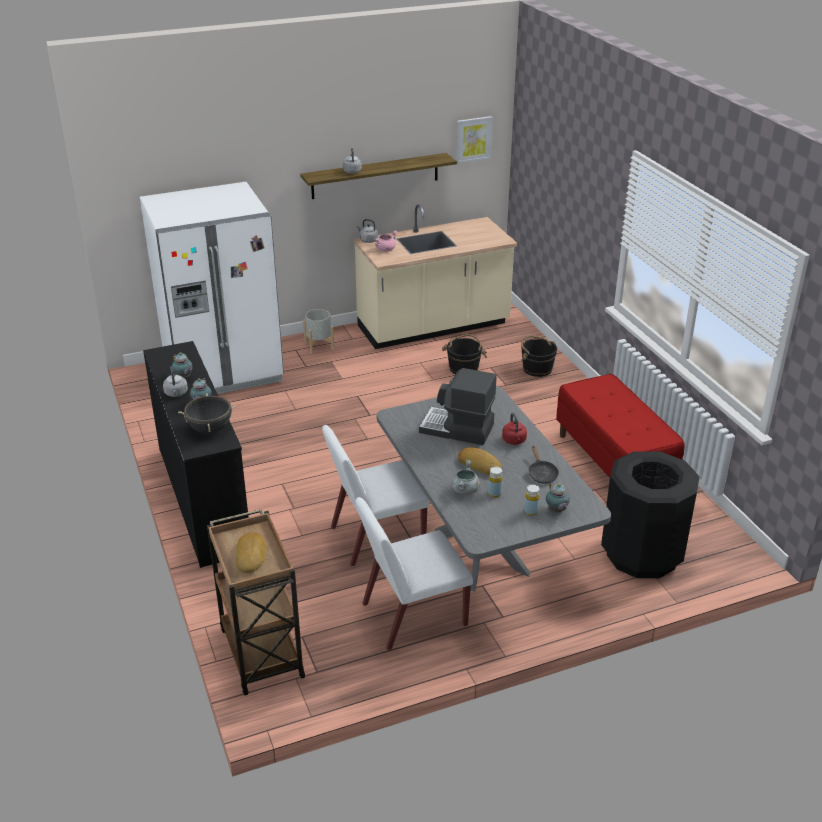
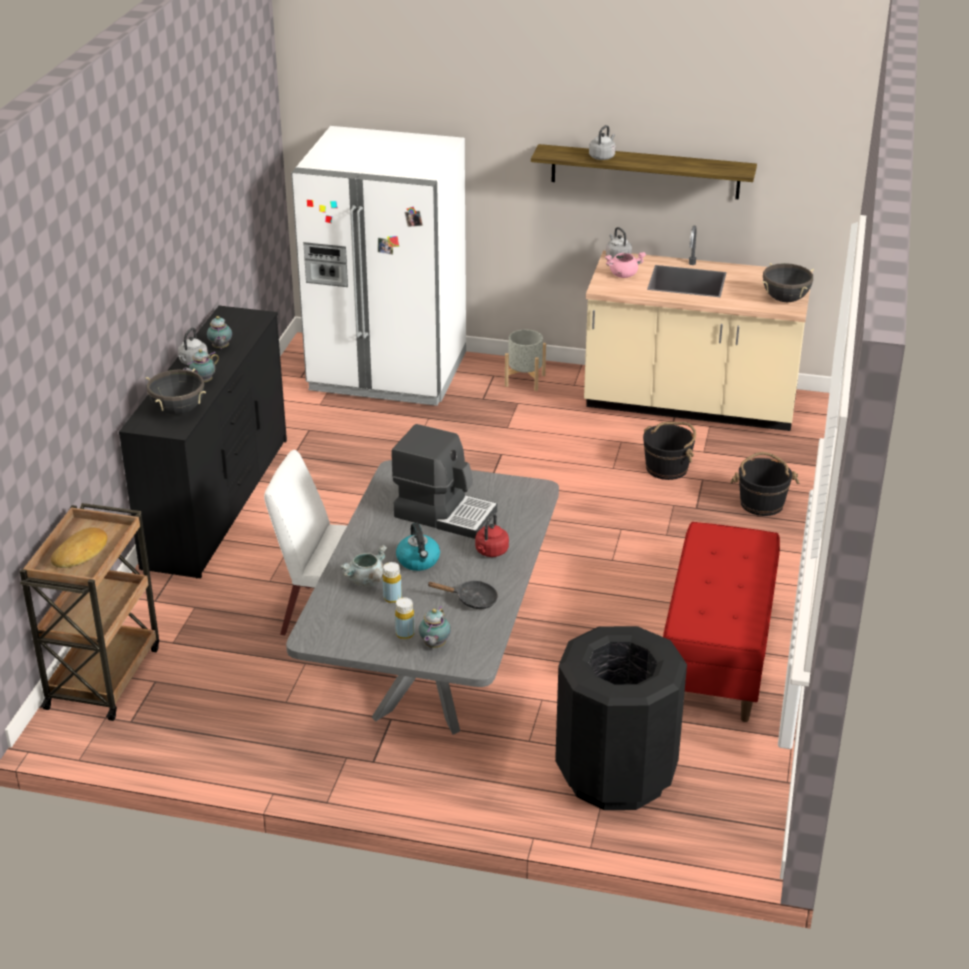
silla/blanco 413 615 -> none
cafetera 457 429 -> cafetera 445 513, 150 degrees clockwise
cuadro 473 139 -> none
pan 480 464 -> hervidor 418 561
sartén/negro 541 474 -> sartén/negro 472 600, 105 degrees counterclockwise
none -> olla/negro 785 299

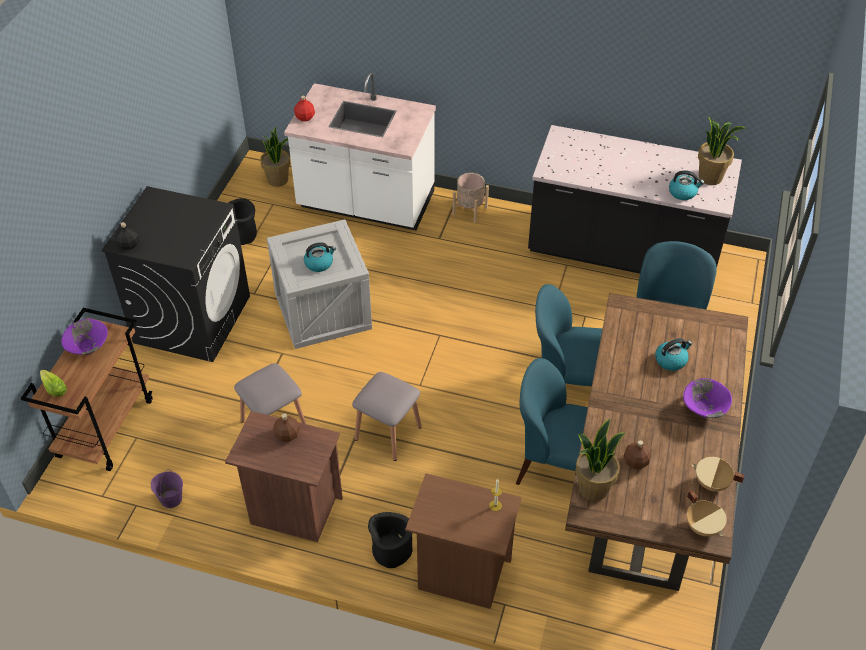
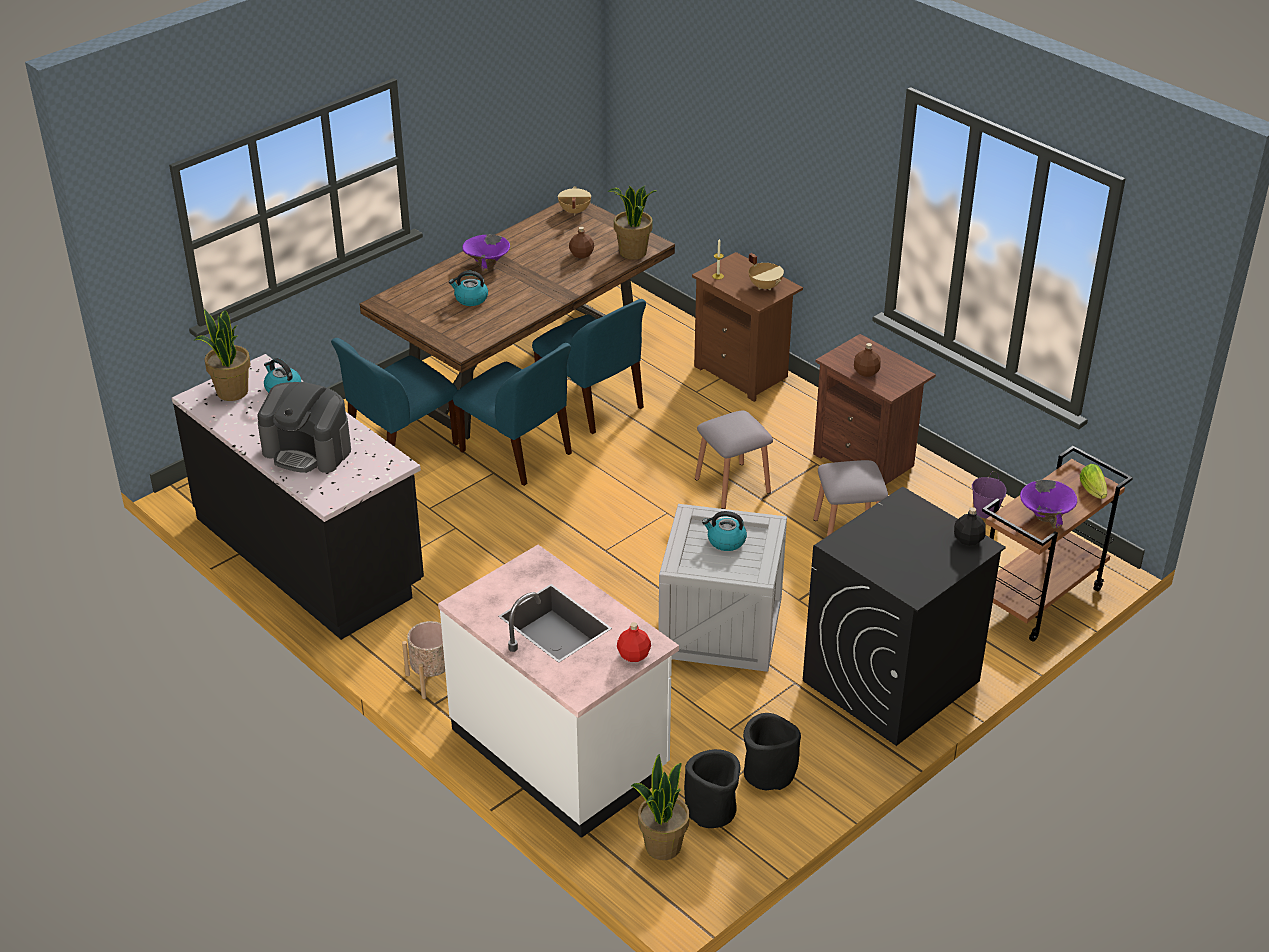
maceta/negro 391 551 -> maceta/negro 712 810, relocated
olla/beis 711 484 -> olla/beis 765 286, relocated
none -> cafetera 308 450

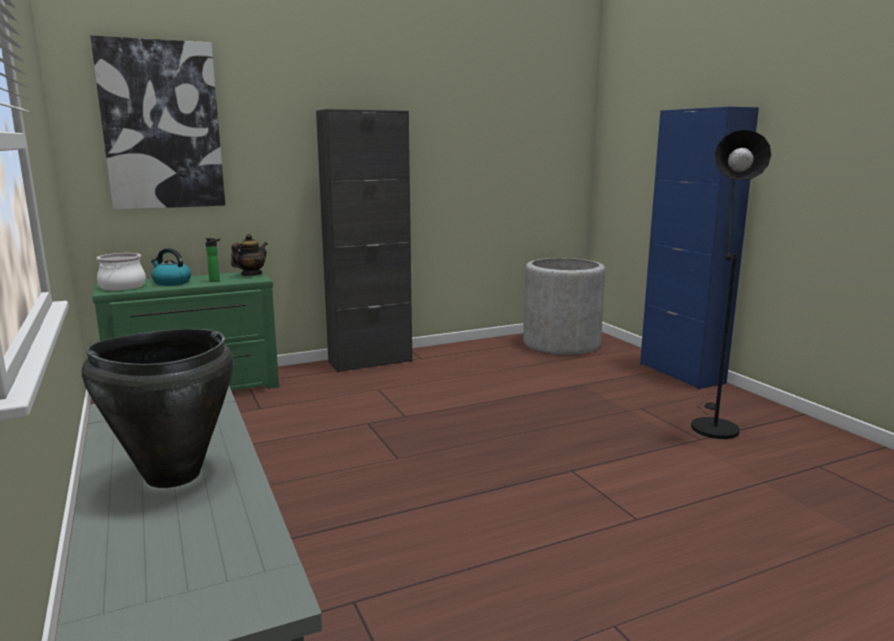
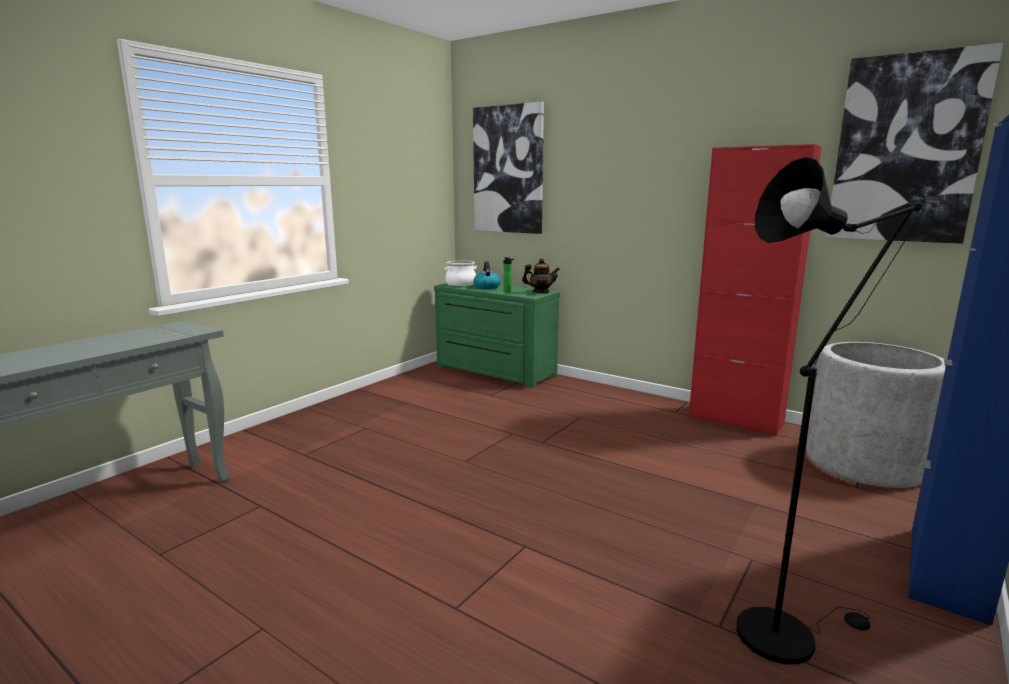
olla/negro 172 475 -> none
armario/negro 370 362 -> none
none -> armario/rojo 735 420
none -> cuadro 906 149

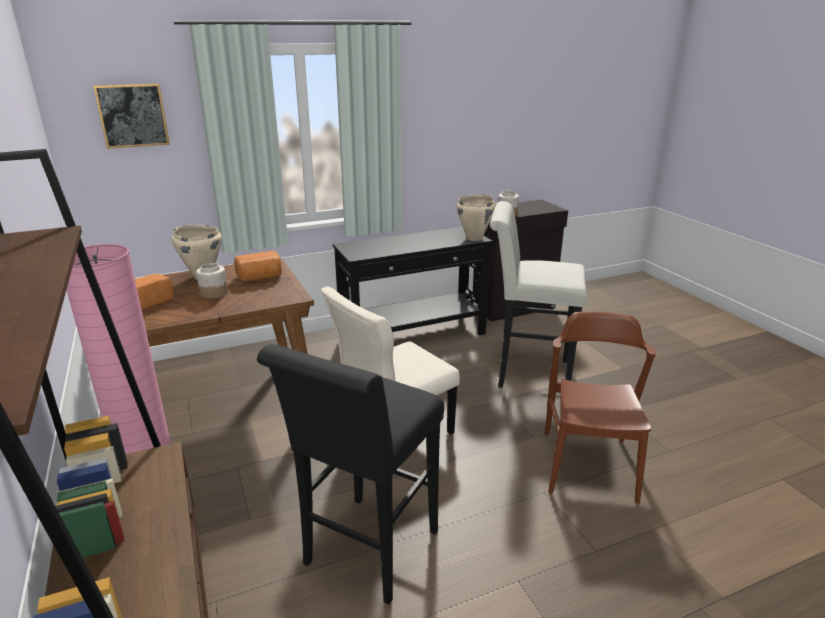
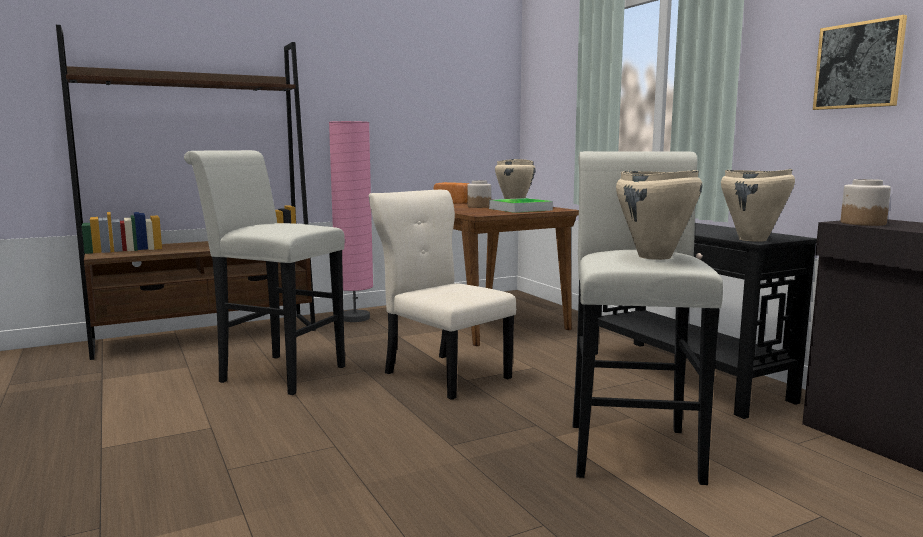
cuadro 133 115 -> cuadro 858 65, relocated
pan 260 277 -> bandeja 520 209
taburete/negro 366 554 -> taburete/blanco 276 373
silla/marrón 588 465 -> none
none -> olla/beis 655 257

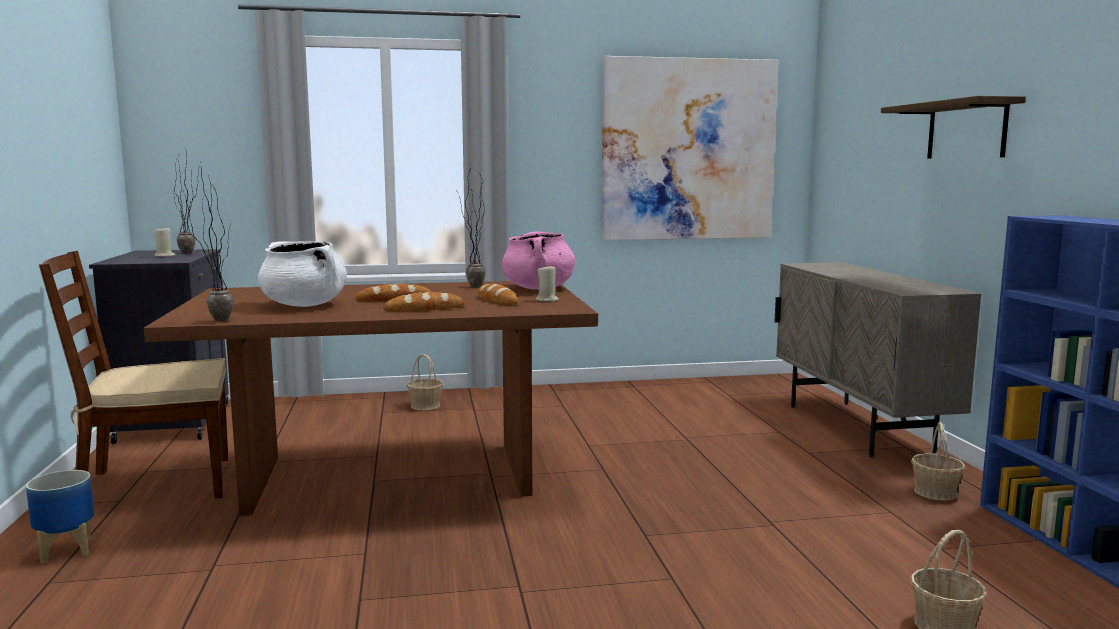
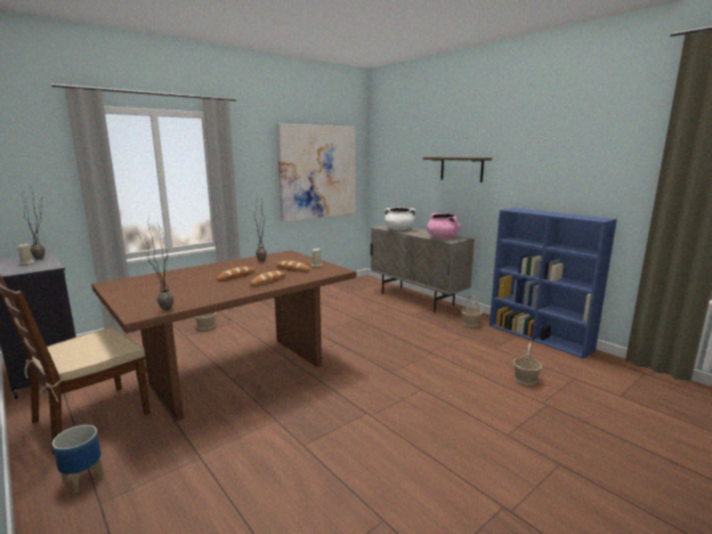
olla/blanco 305 305 -> olla/blanco 399 229, relocated
olla/rosa 538 288 -> olla/rosa 443 238, relocated

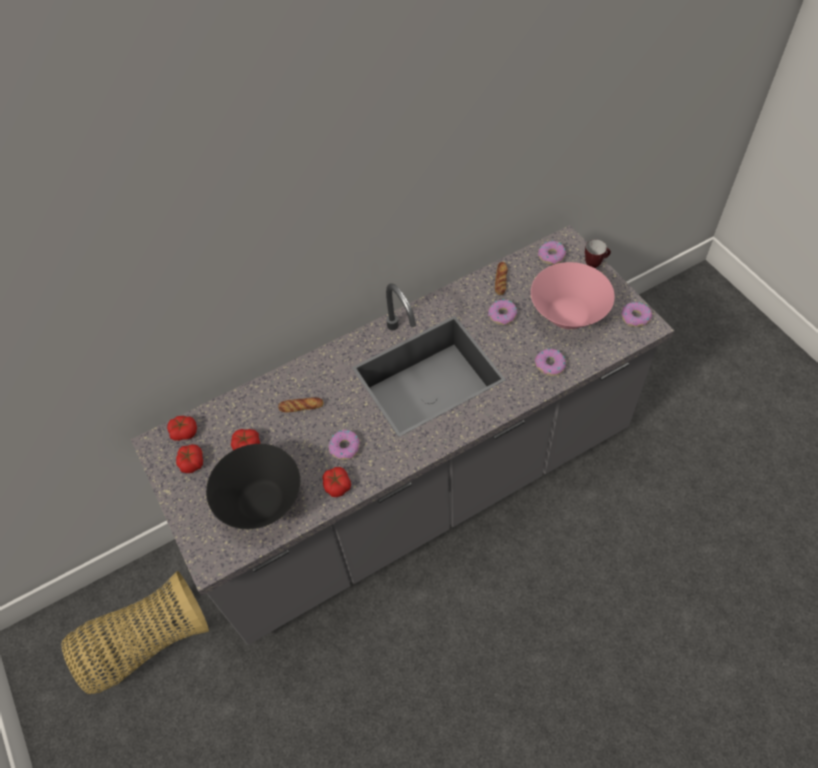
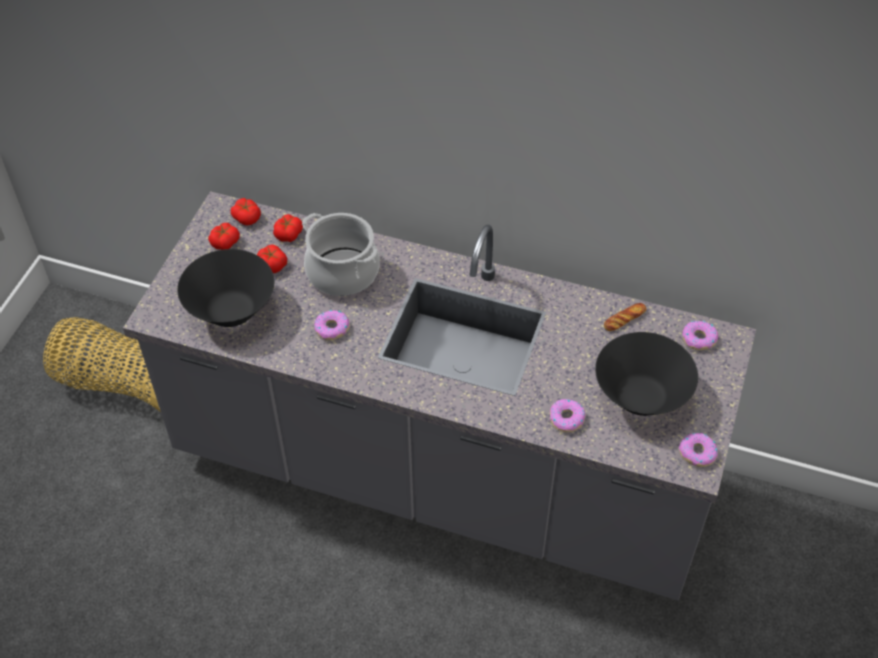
pan 301 406 -> olla 342 272
tomate 337 485 -> tomate 288 234, relocated
rosquilla 502 315 -> none
cuenco/rosa 568 314 -> cuenco/negro 641 396
taza grande 595 263 -> none

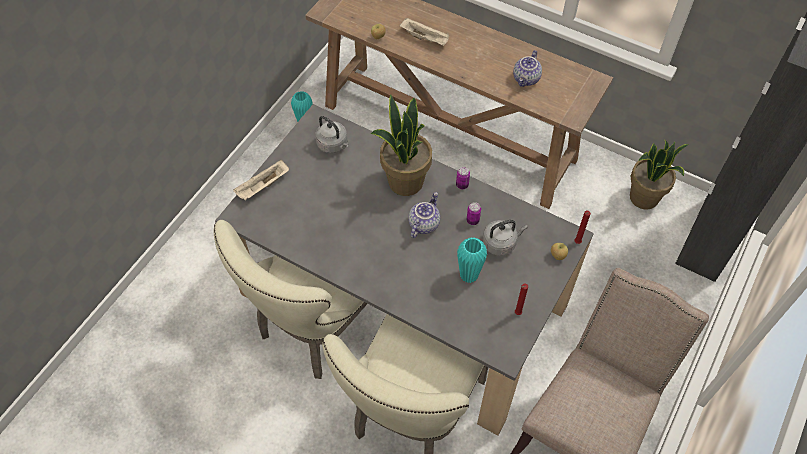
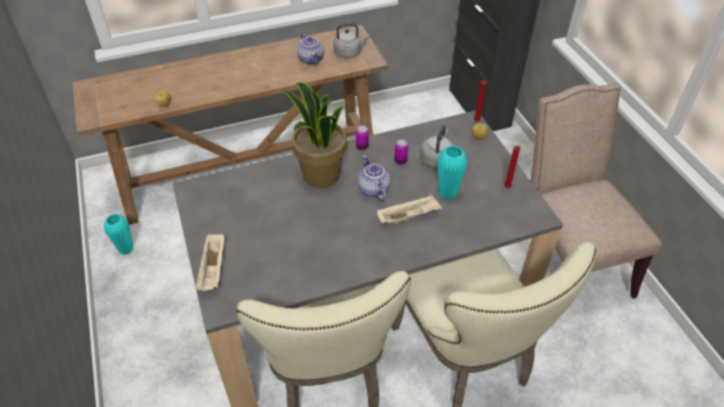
hervidor/gris 333 145 -> hervidor/gris 349 52, relocated
bandeja/beis 425 38 -> bandeja/beis 409 216, relocated
planta en maceta 644 198 -> none

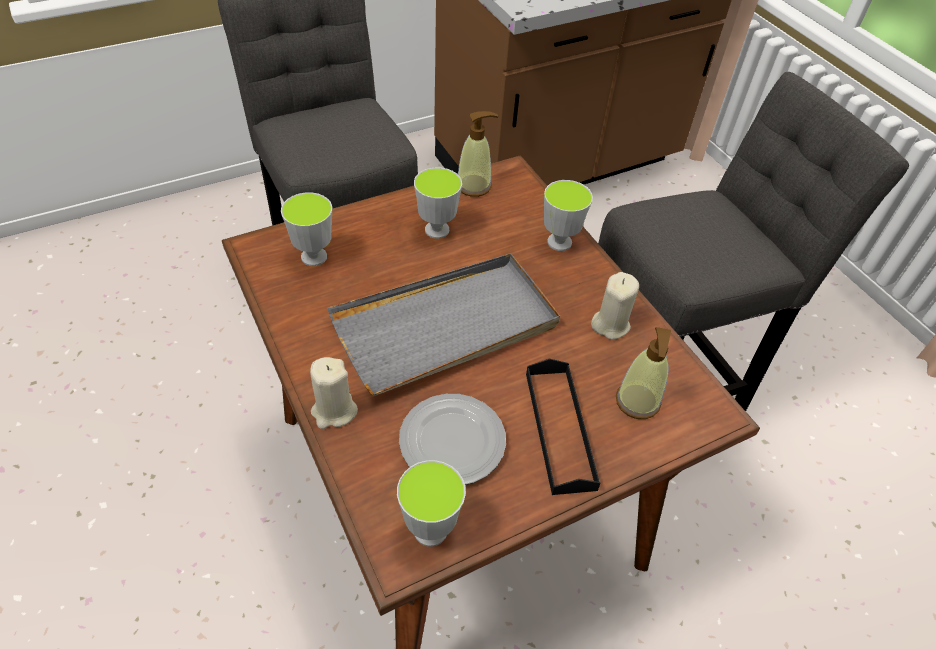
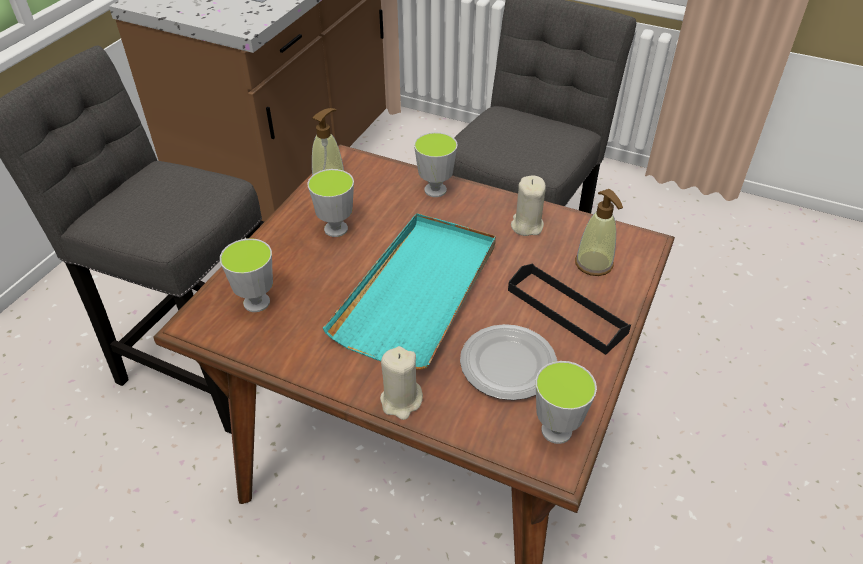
bandeja/gris 446 326 -> bandeja/turquesa 419 292

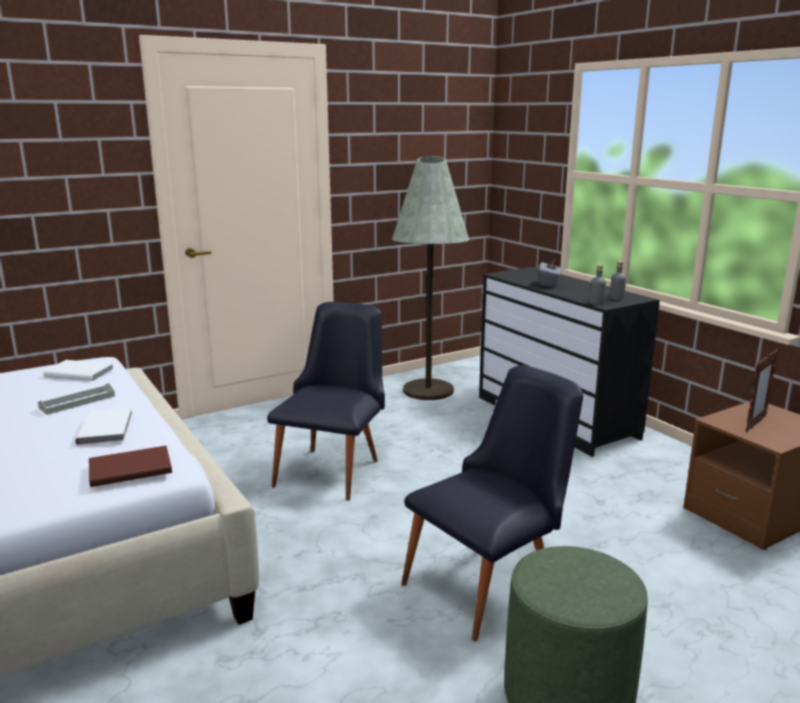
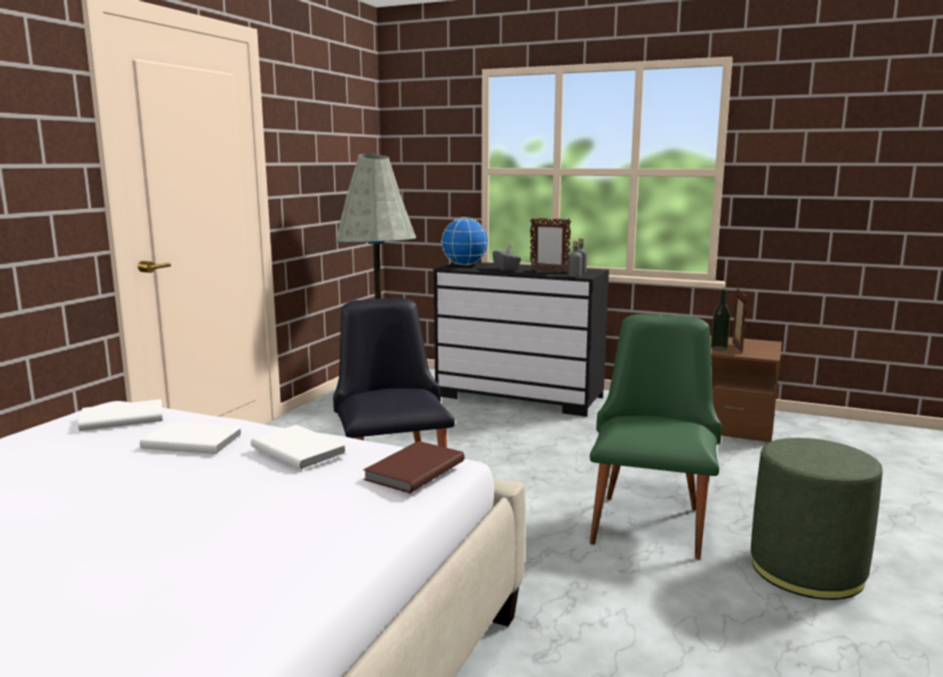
bandeja/gris 77 402 -> libro/blanco 192 441
silla/negro 490 583 -> silla/verde 651 519
none -> globo terráqueo 465 265
none -> portarretratos 549 272
none -> botella 719 348

